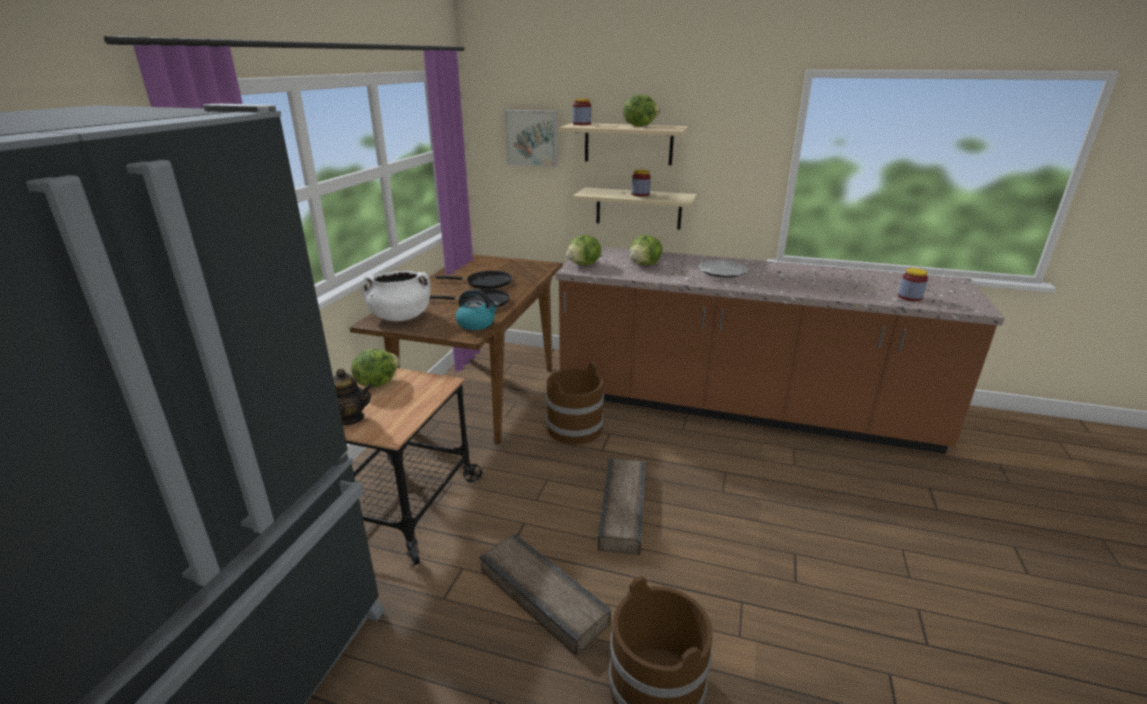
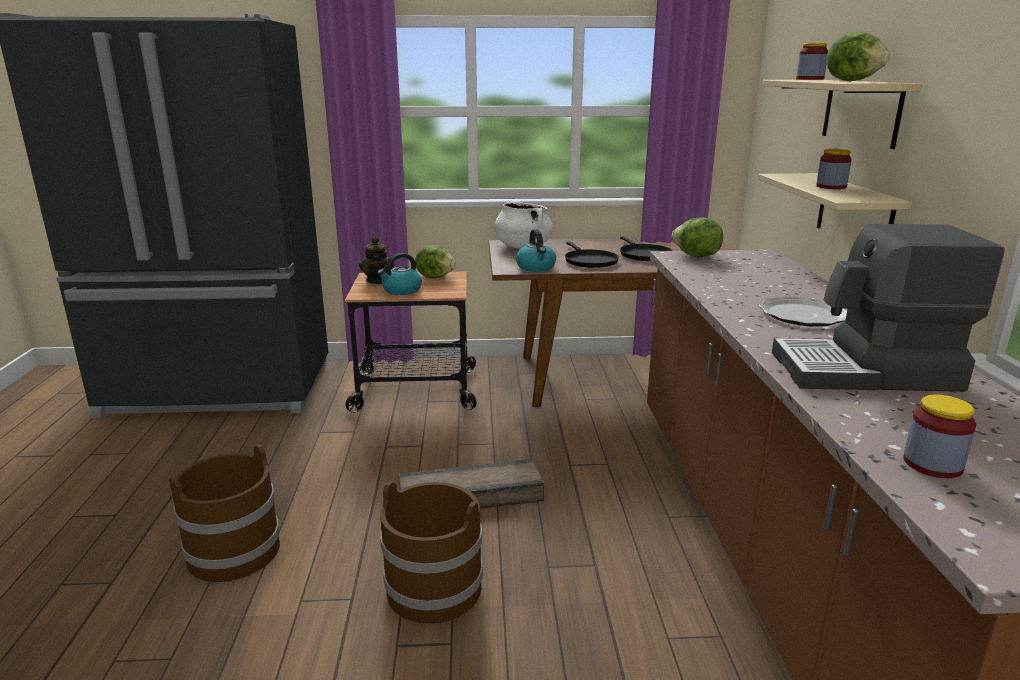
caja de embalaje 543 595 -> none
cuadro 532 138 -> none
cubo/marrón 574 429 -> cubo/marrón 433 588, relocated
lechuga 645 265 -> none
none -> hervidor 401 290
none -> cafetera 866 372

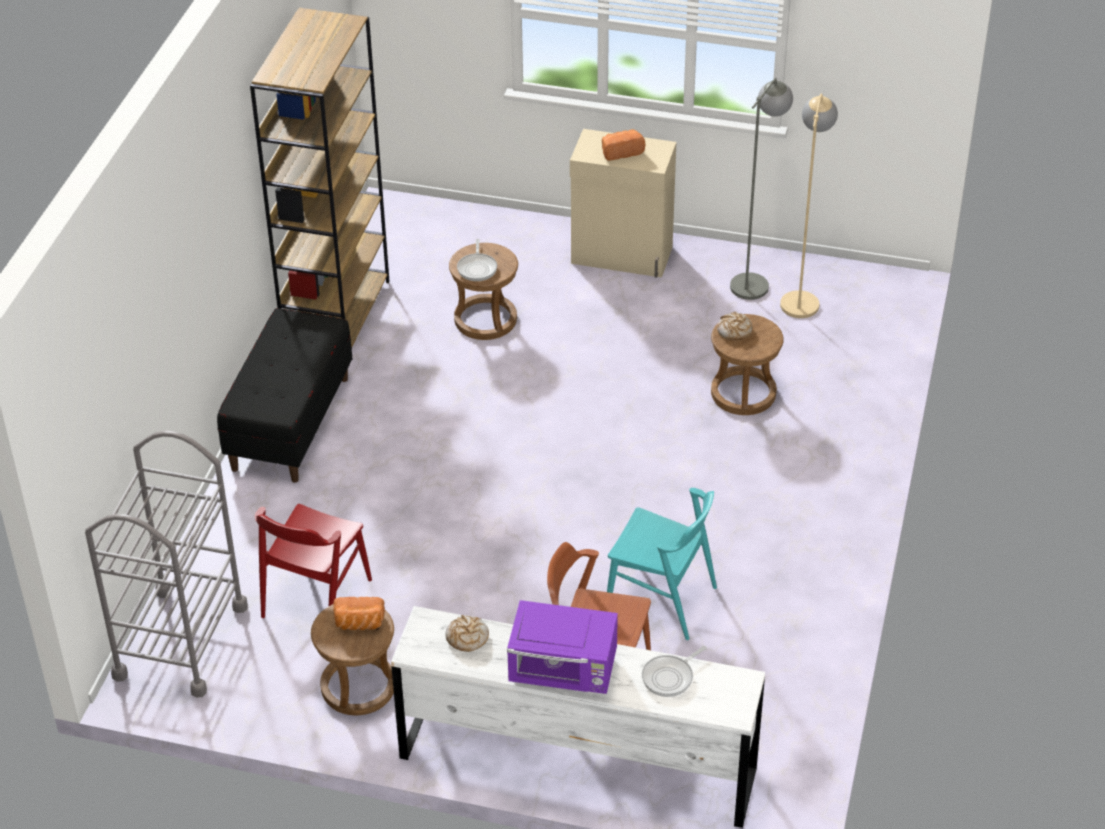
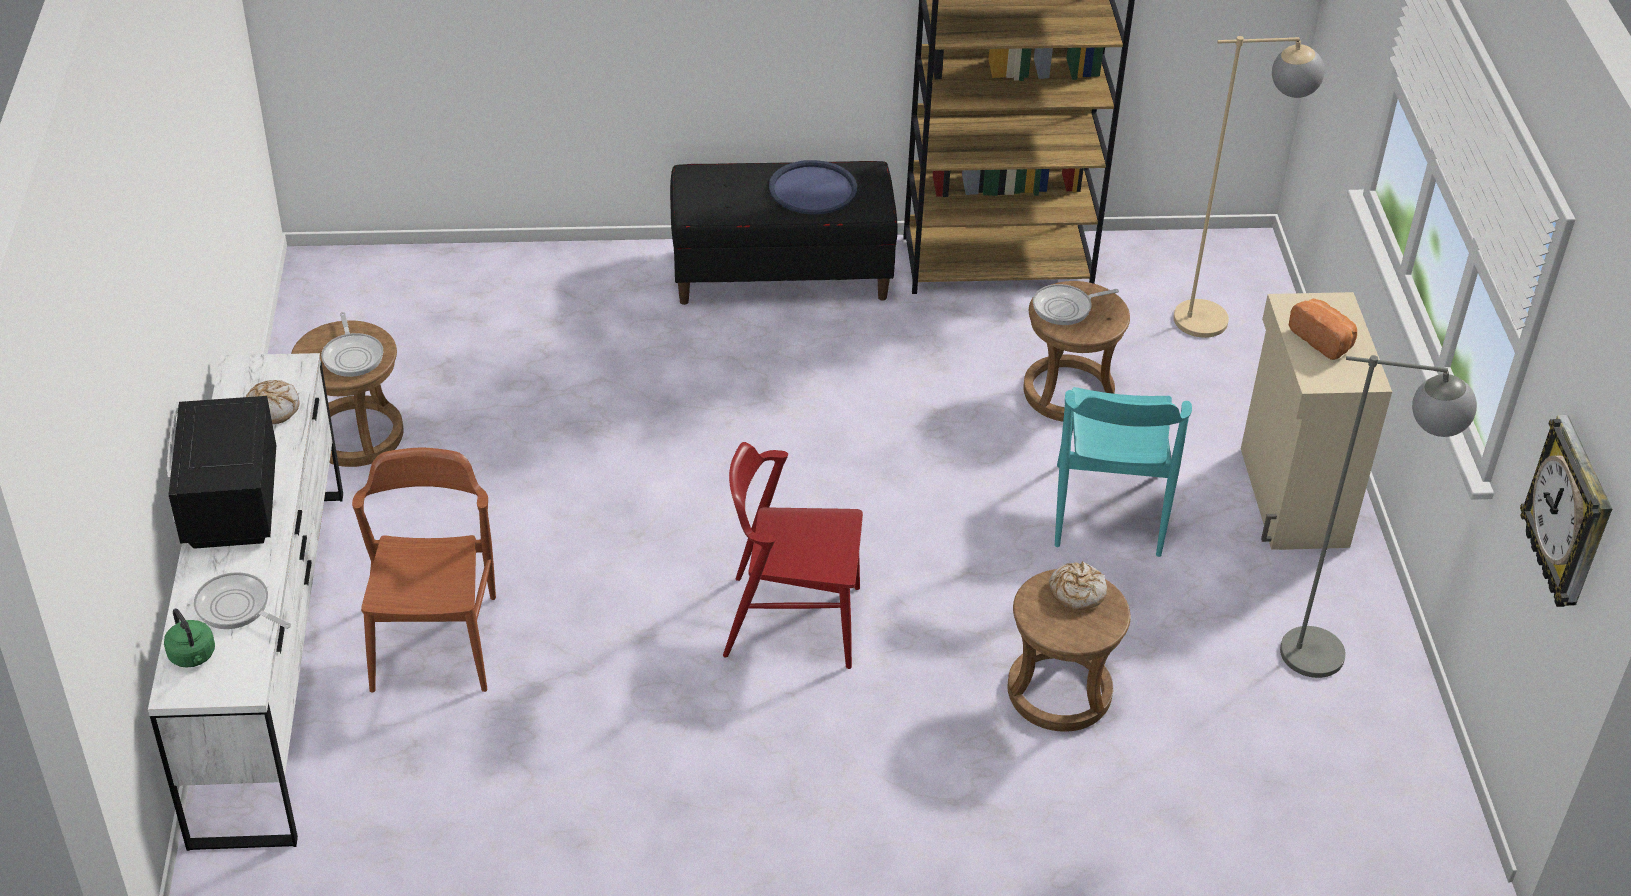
carrito/gris 180 641 -> none
silla/rojo 316 598 -> silla/rojo 791 621, relocated
pan 359 624 -> sartén 352 356
microondas/morado 564 671 -> microondas/negro 229 505
silla/turquesa 661 600 -> silla/turquesa 1108 510, relocated
lámpara de pie/beis 801 296 -> lámpara de pie/beis 1220 319, relocated
none -> hervidor/verde 193 656
none -> bandeja/azul 813 189
none -> reloj de pared 1570 516

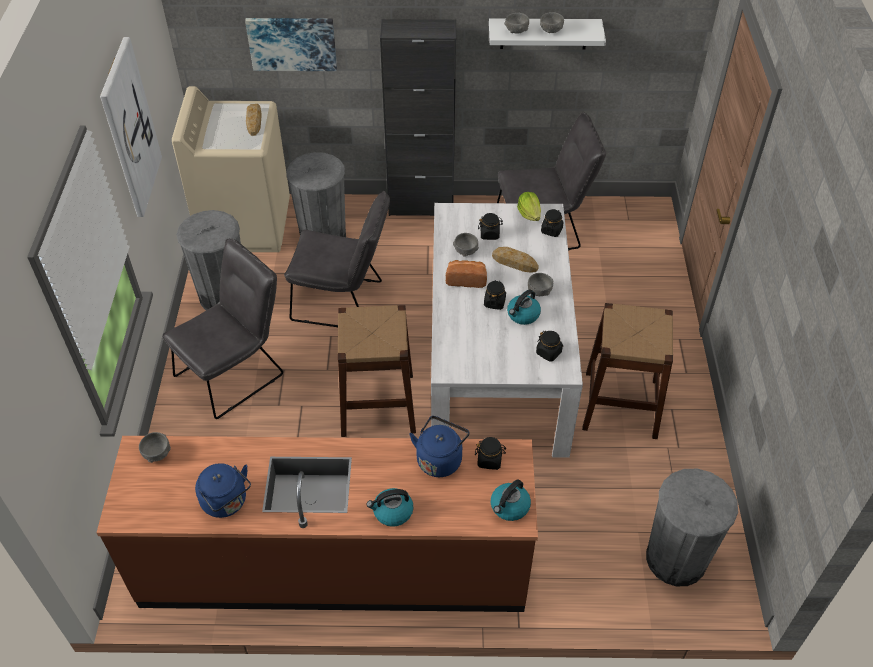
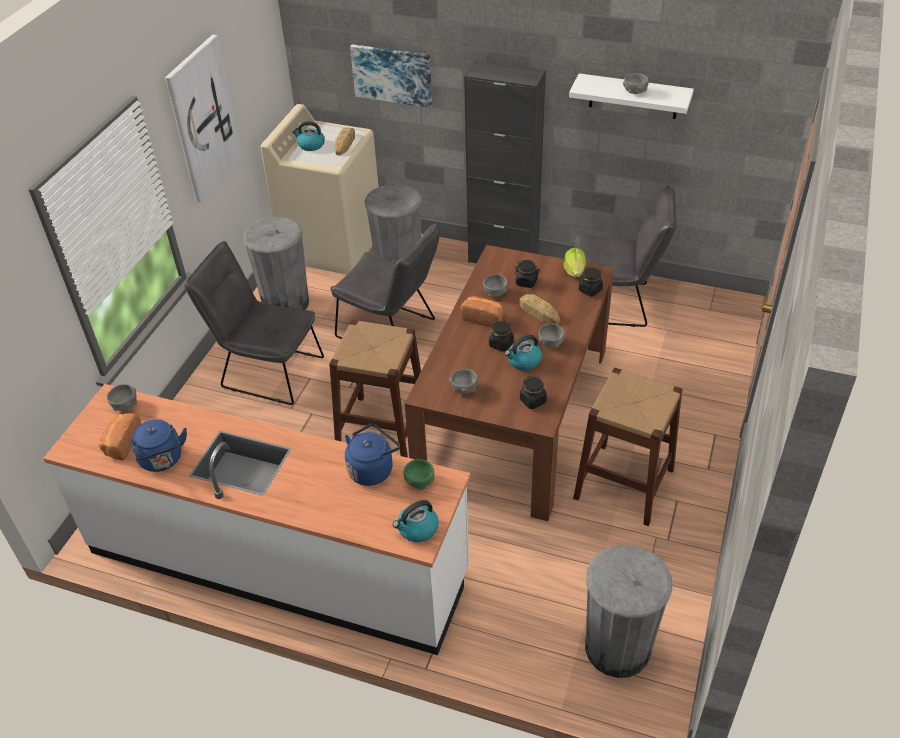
mueble bajo de cocina/marrón 335 564 -> mueble bajo de cocina/blanco 278 561
silla/gris 235 372 -> silla/gris 266 371, 135 degrees counterclockwise
hervidor 392 512 -> hervidor 310 145, relocated
mesa de comedor/blanco 496 361 -> mesa de comedor/marrón 514 415
tarro/negro 489 460 -> cuenco/verde 419 482
cuenco/gris 516 31 -> cuenco/gris 464 389, relocated
none -> pan 121 443

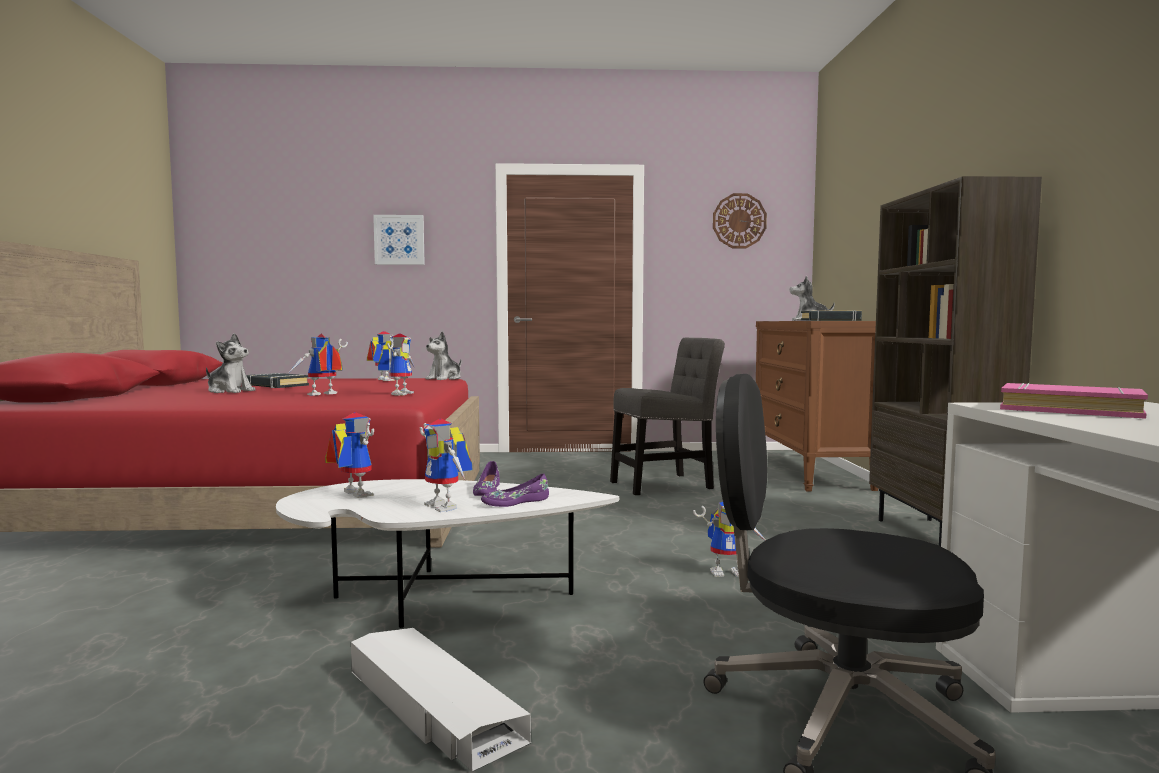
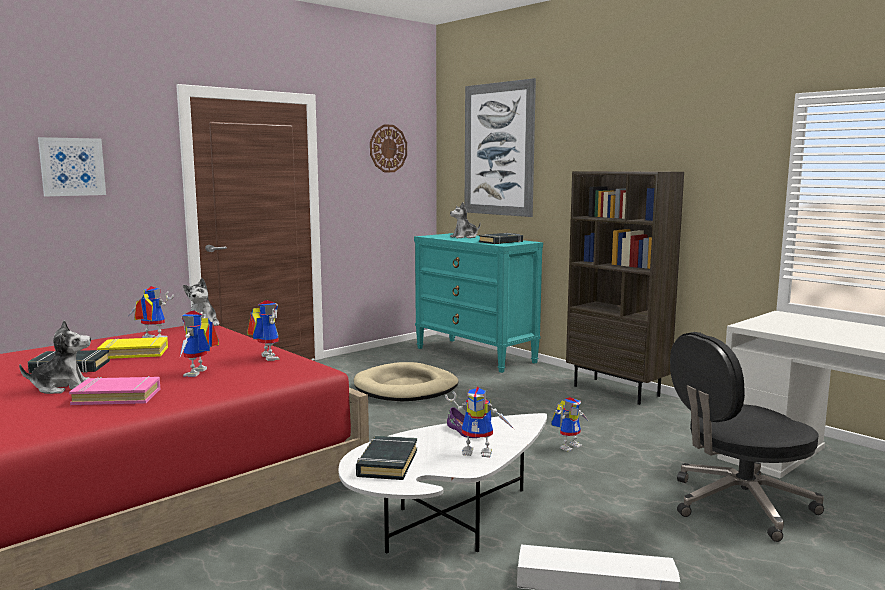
robot de juguete 351 494 -> libro/negro 387 463
zapato/morado 515 502 -> none
silla/gris 665 484 -> cama para perro/beis 406 388
cómoda/marrón 811 472 -> cómoda/turquesa 475 355
libro/rosa 1069 410 -> libro/rosa 117 396, relocated
none -> libro/amarillo 134 353
none -> cuadro 498 149

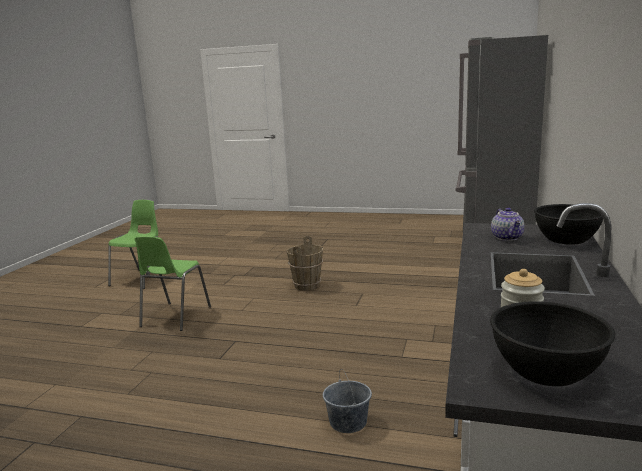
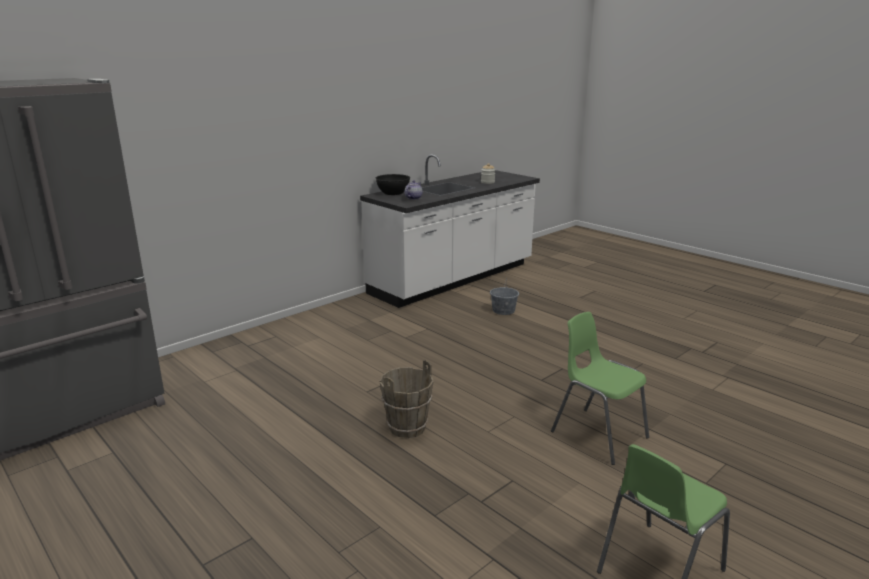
silla/verde 175 317 -> silla/verde 598 434, 90 degrees counterclockwise
cuenco/negro 546 370 -> none

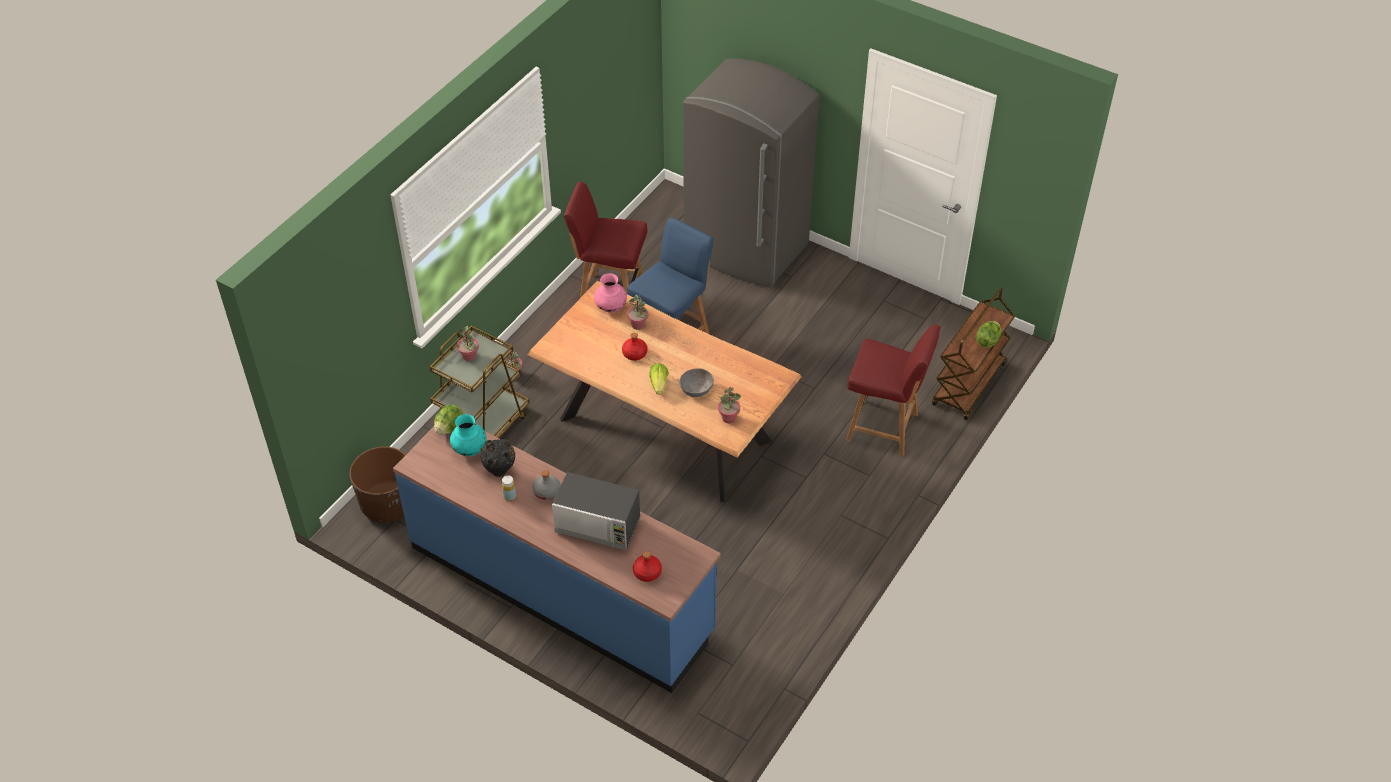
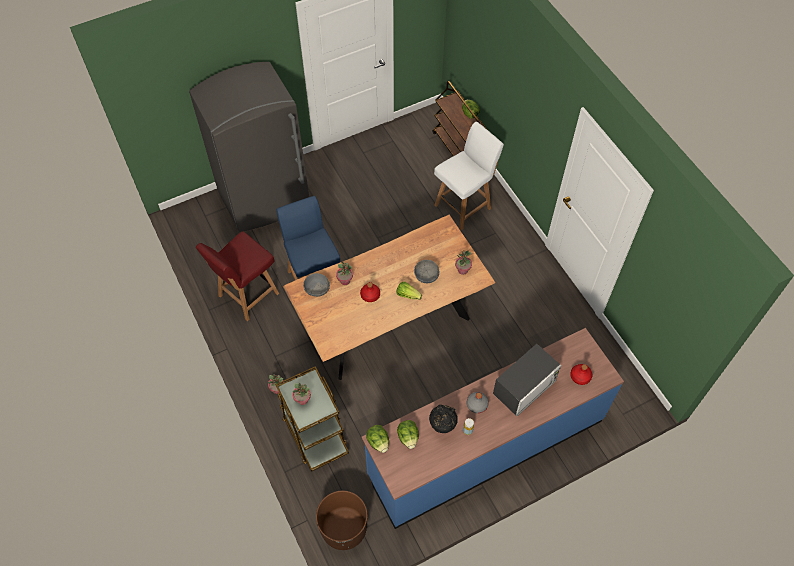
florero/turquesa 470 449 -> lechuga 408 437
florero/rosa 611 307 -> cuenco/gris 317 289
silla/rojo 884 427 -> silla/blanco 464 206

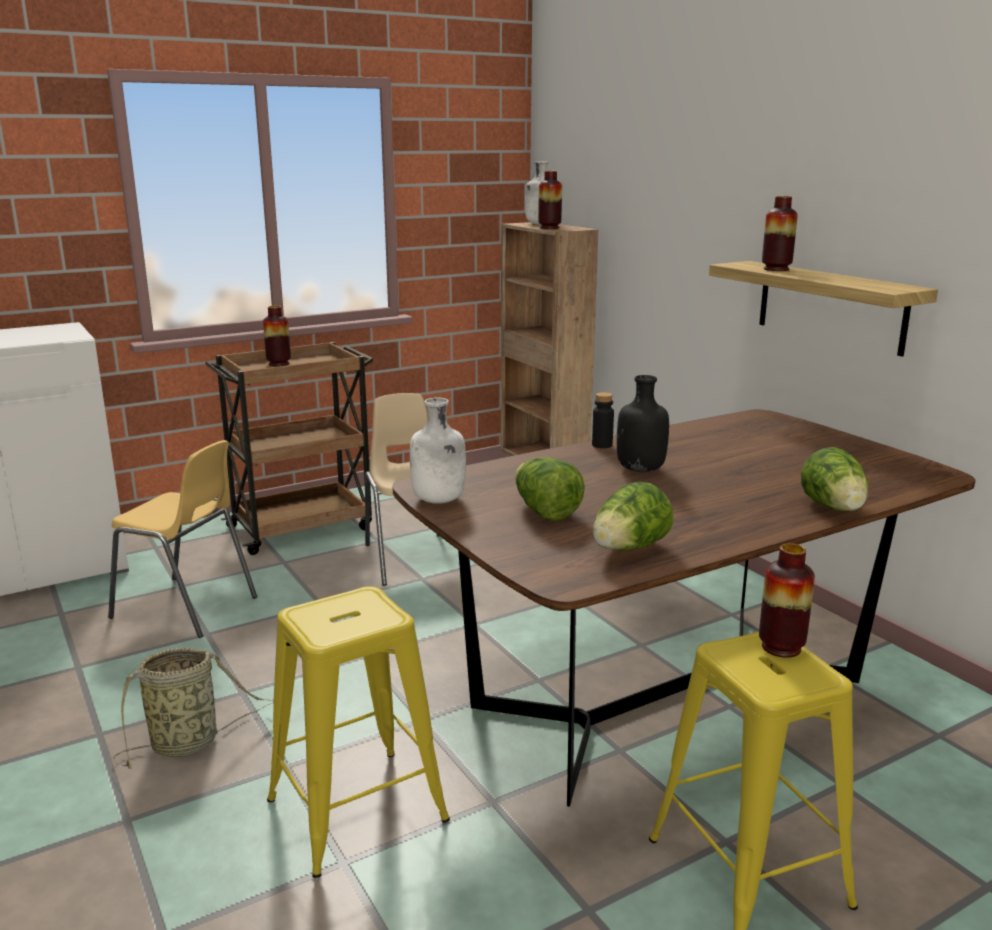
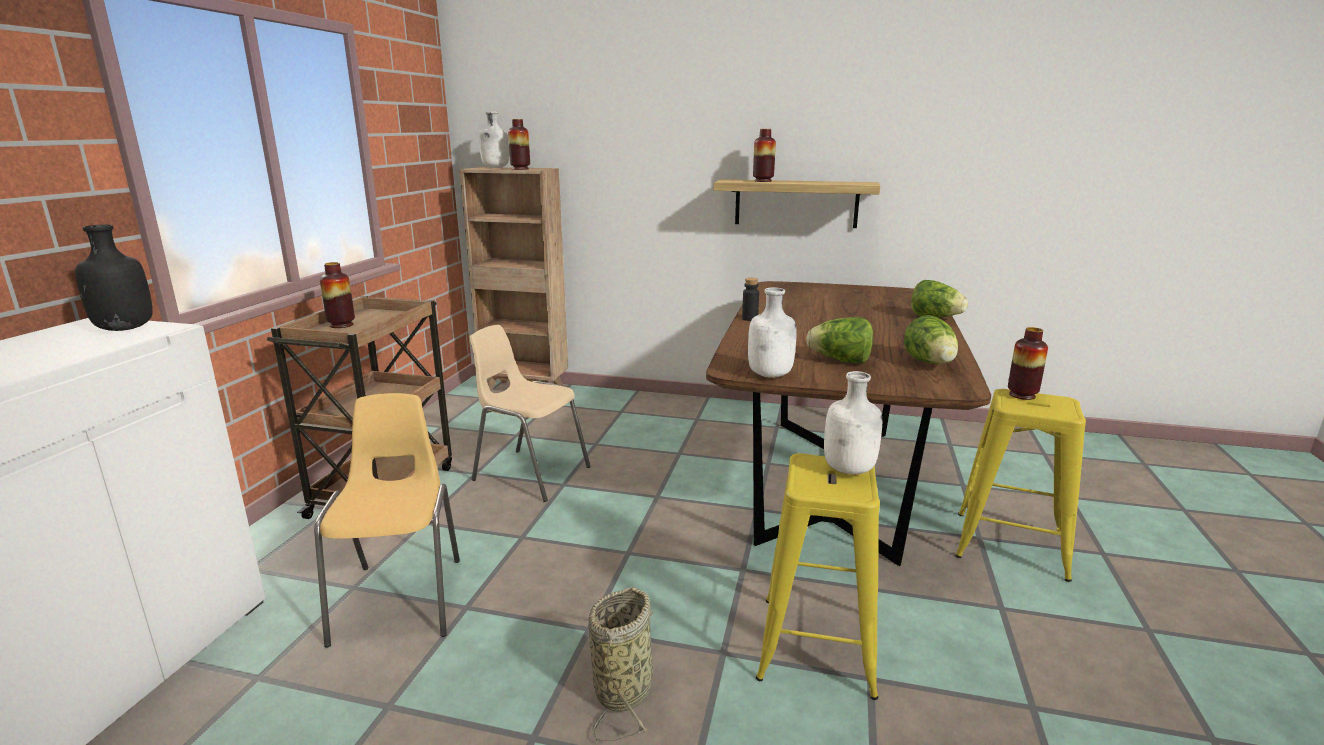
silla/amarillo 186 608 -> silla/amarillo 401 599, 75 degrees counterclockwise
botella/negro 641 469 -> botella/negro 126 328, relocated
none -> botella/blanco 850 470

